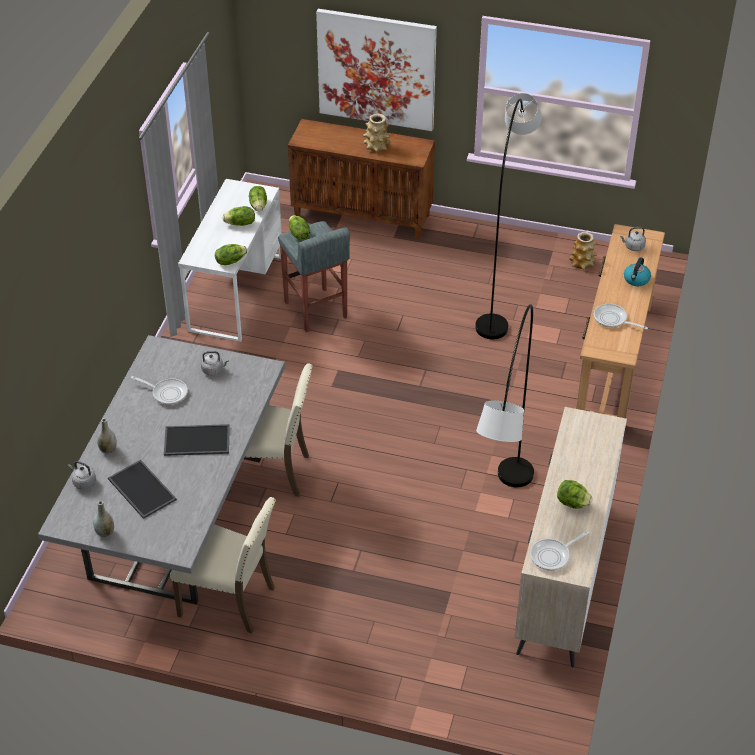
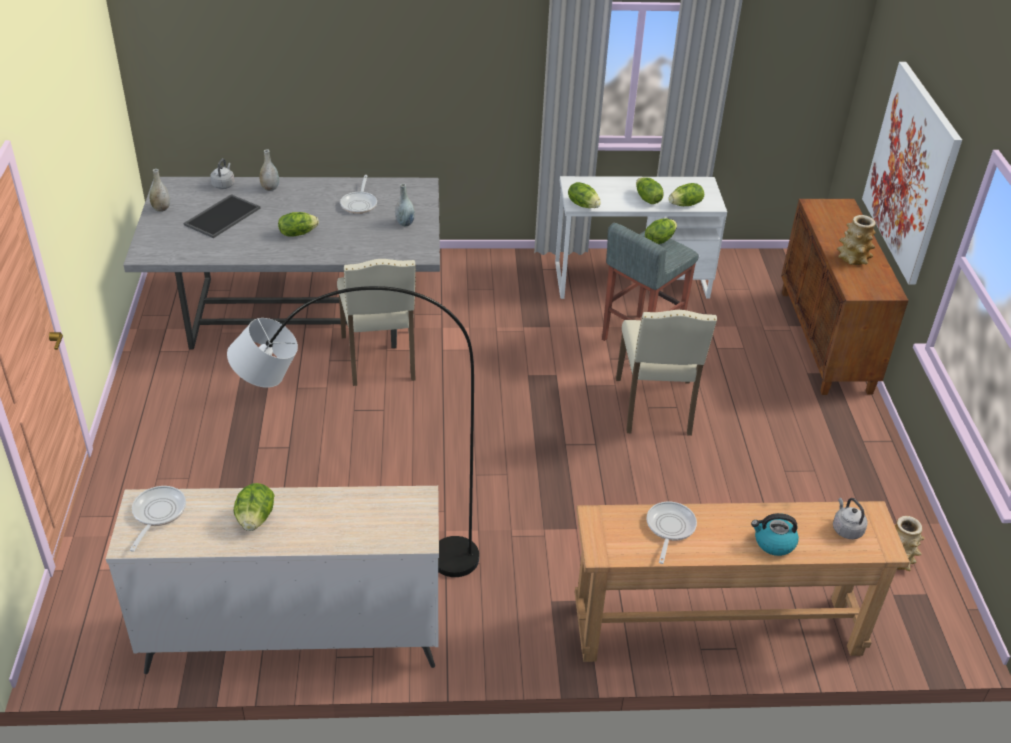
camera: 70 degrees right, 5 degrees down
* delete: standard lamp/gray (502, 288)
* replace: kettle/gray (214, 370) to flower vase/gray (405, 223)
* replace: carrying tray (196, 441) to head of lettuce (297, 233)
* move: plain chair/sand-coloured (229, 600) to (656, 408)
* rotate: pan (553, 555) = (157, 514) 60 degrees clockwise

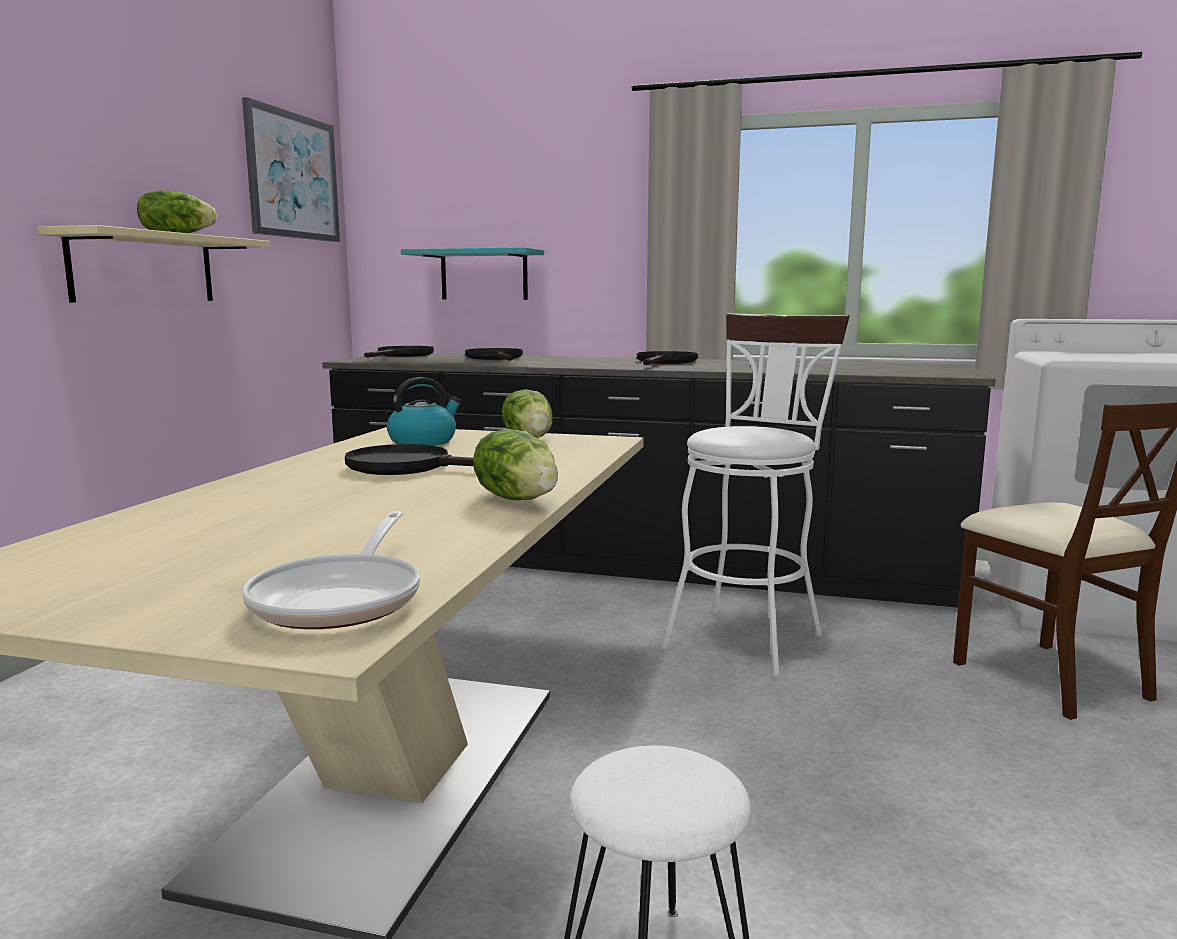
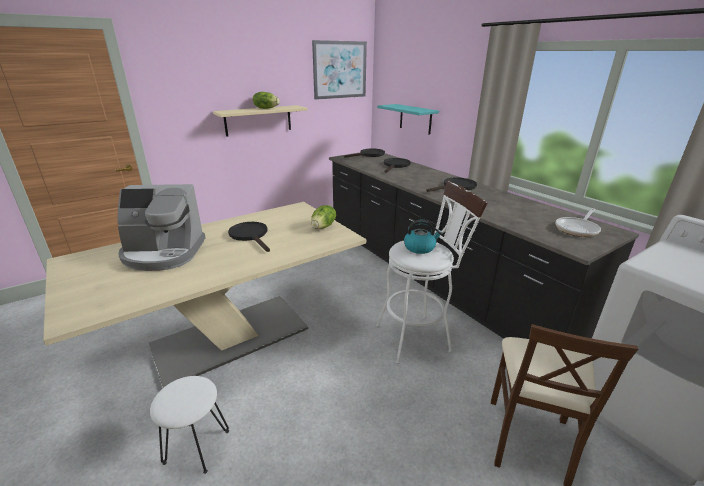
camera: 40 degrees right, 15 degrees up
* move: kettle (423, 441) to (420, 248)
* delete: head of lettuce (518, 498)
* move: pan (343, 598) to (578, 229)
* insert: coffee machine (163, 253)

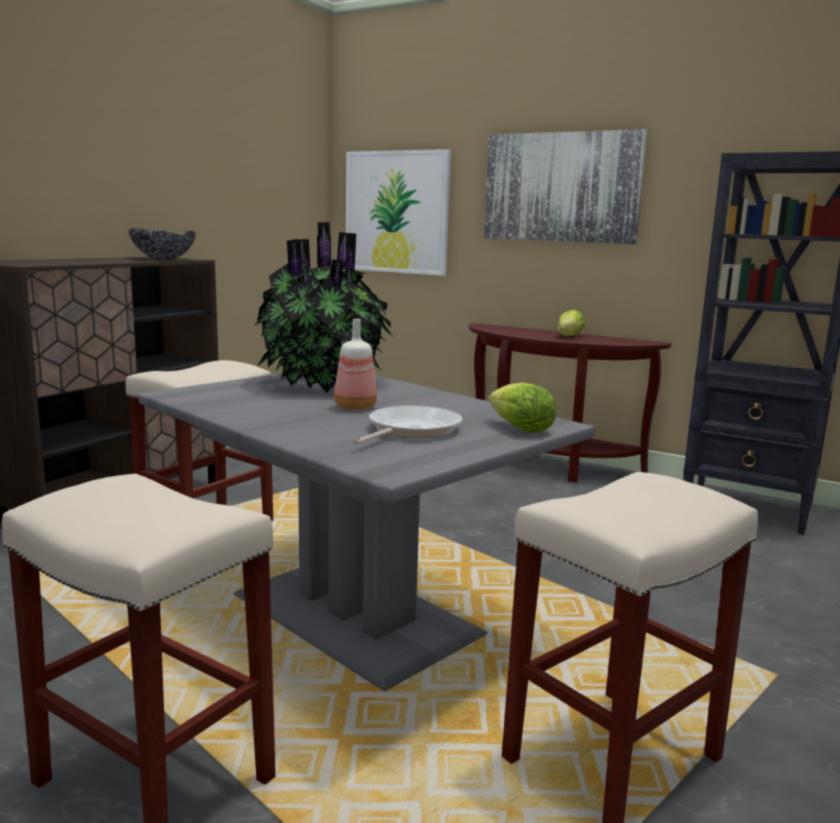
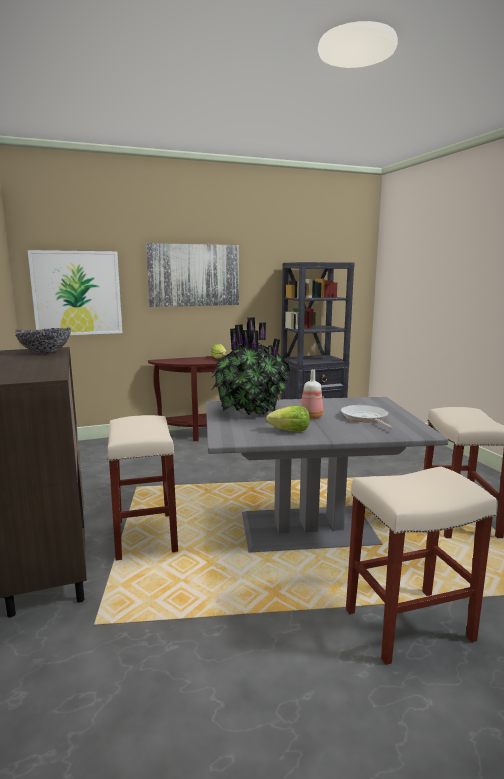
camera: 50 degrees left, 0 degrees up
* move: head of lettuce (520, 429) to (290, 431)

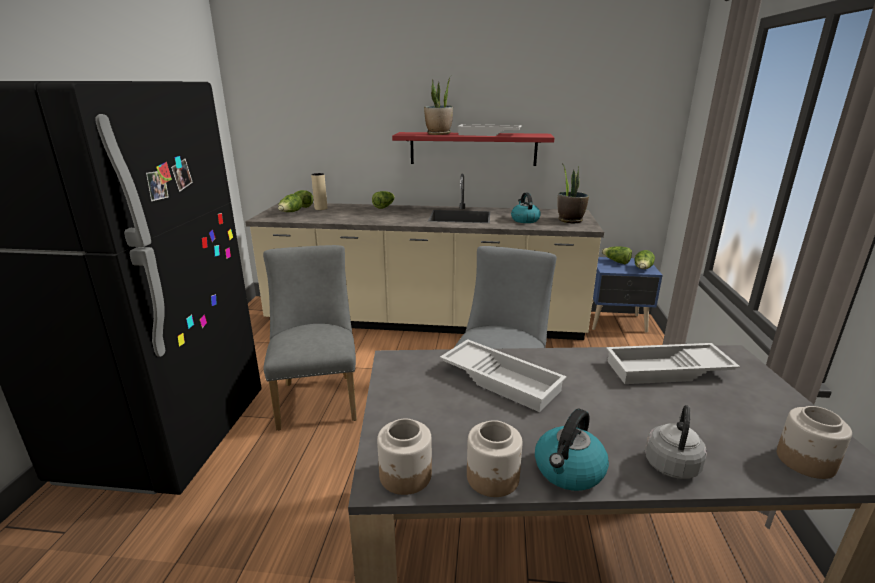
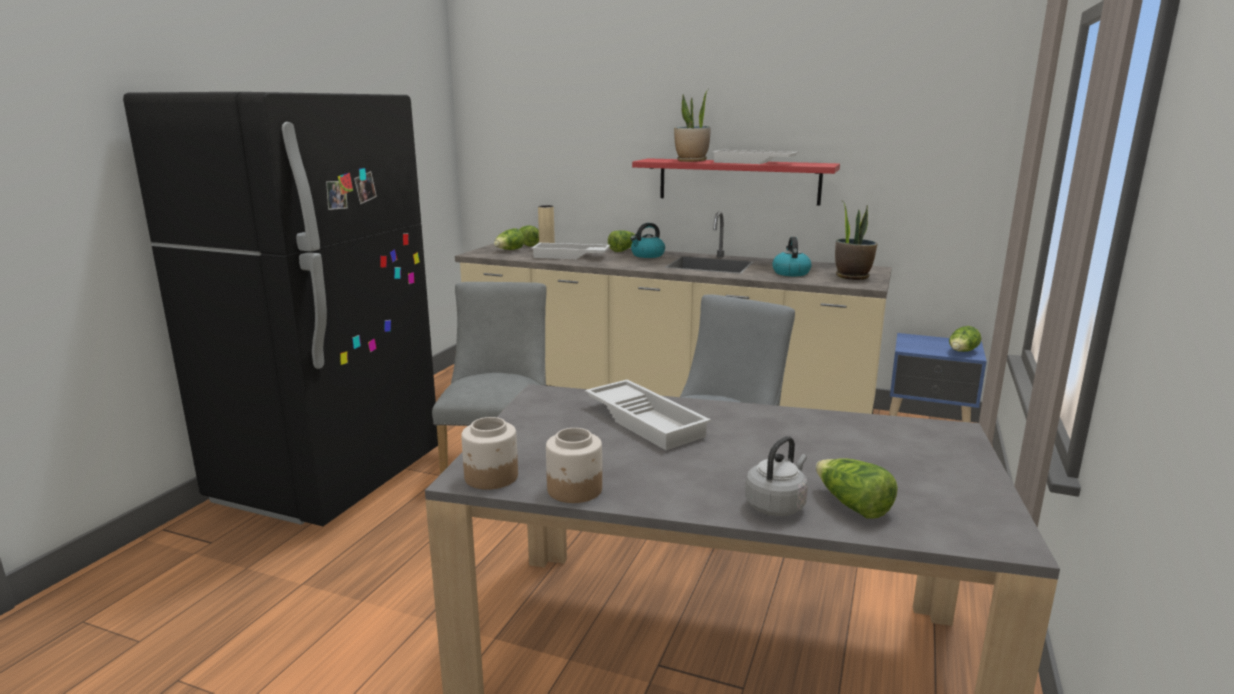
camera: 15 degrees right, 5 degrees down
* move: head of lettuce (616, 262) to (852, 505)
* move: carrying tray/white (667, 371) to (570, 256)
* delete: jar (805, 461)
* move: kettle (569, 471) to (647, 255)

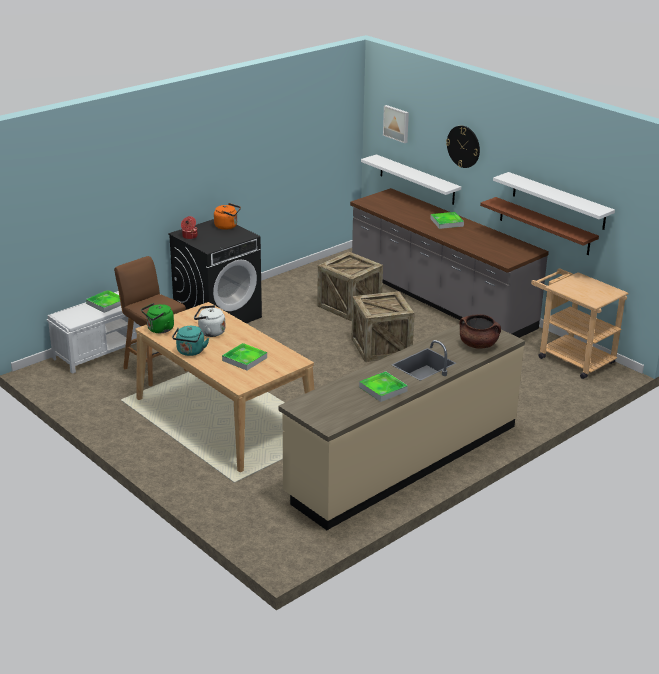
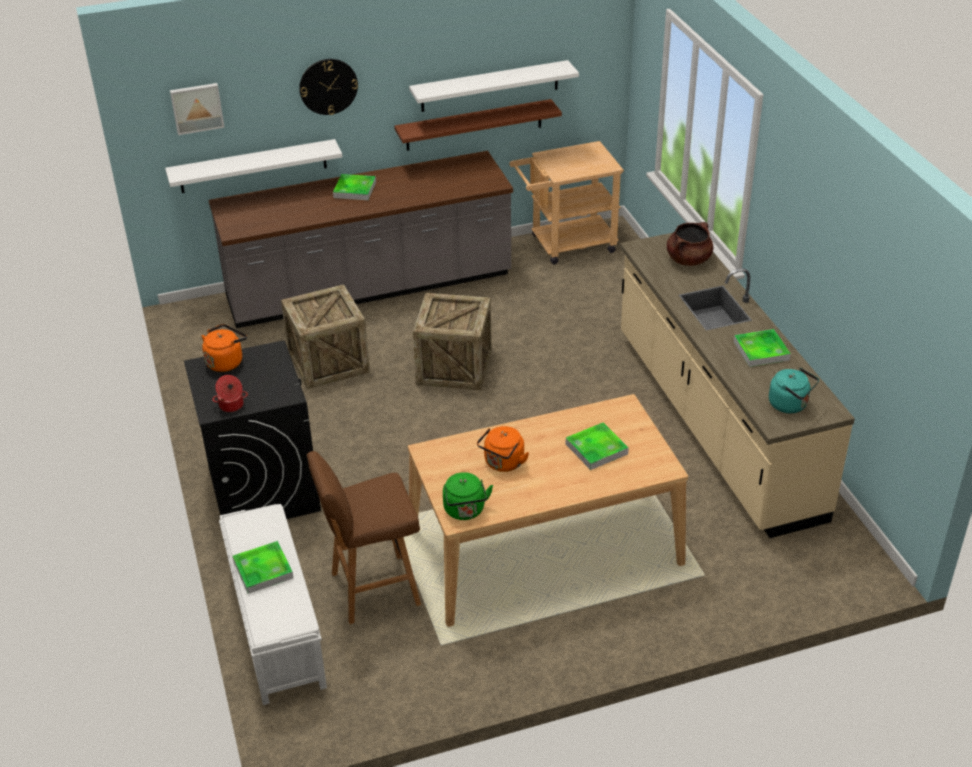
camera: 65 degrees left, 10 degrees up
* recolor: kettle/white (210, 332) to kettle/orangey (503, 463)
* move: kettle/turquoise (190, 352) to (790, 405)

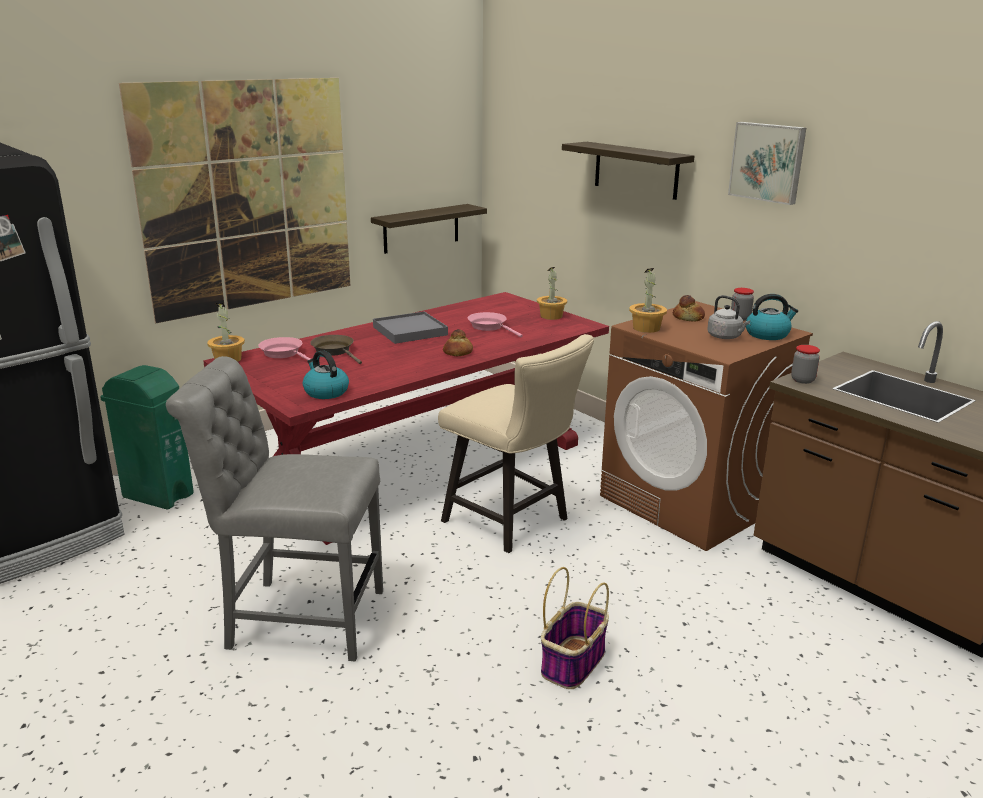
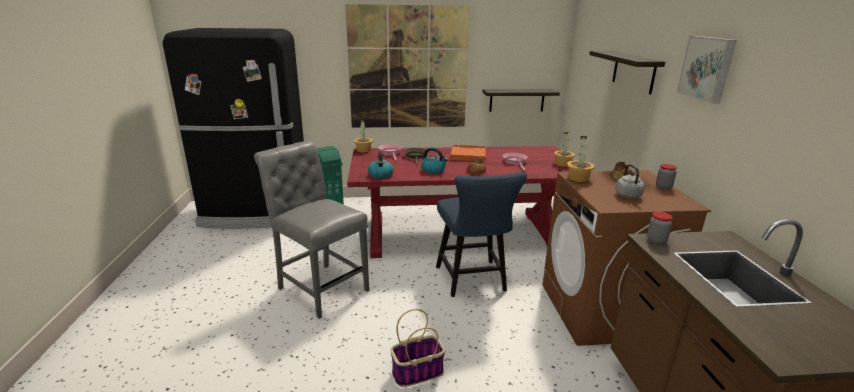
camera: 35 degrees right, 0 degrees up
* move: kettle (767, 334) to (433, 170)
* recolor: carrying tray/gray (410, 331) to carrying tray/orangey (468, 155)
* recolor: plain chair/sand-coloured (512, 523) to plain chair/blue-coloured (473, 281)

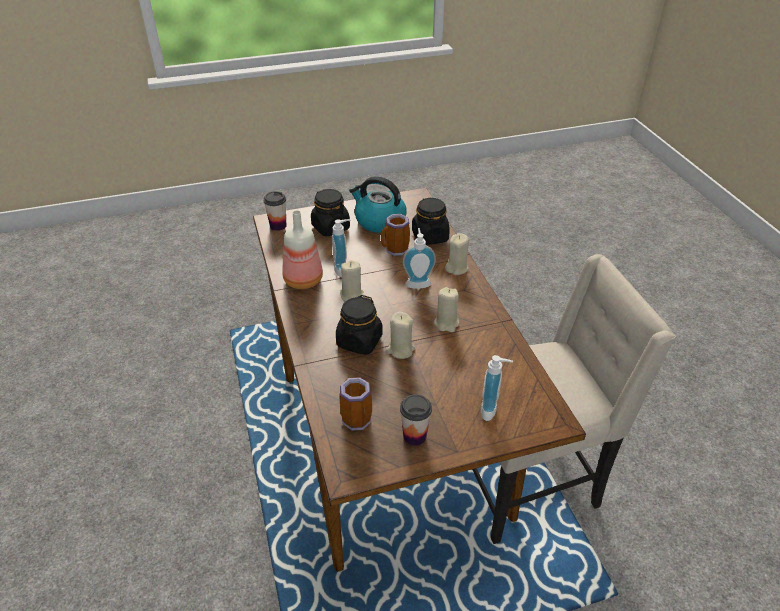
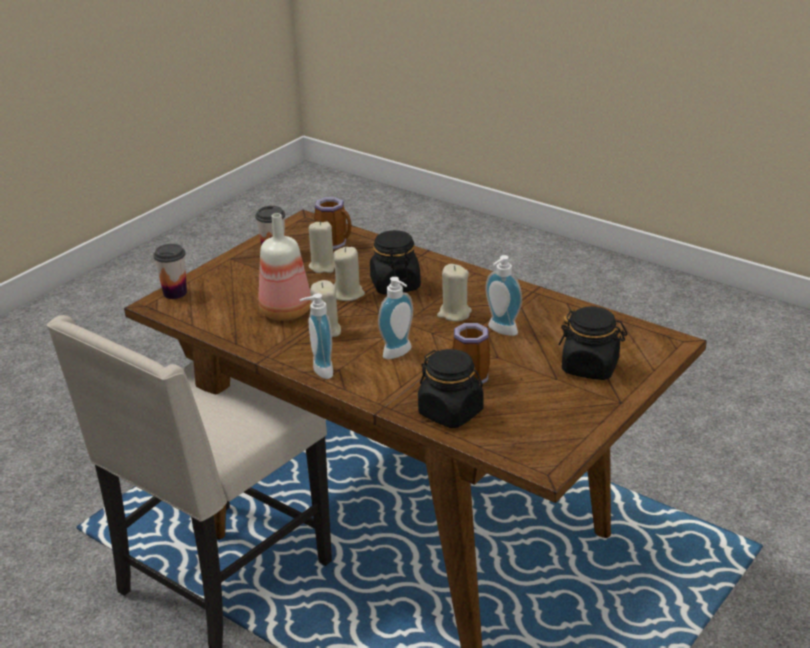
camera: 145 degrees right, 10 degrees down
* delete: kettle (379, 221)
* move: cup (278, 226) to (175, 293)
* move: drink bottle (302, 280) to (287, 311)
* move: wax light/sand-coloured (456, 268) to (323, 266)
* move: liquid soap bottle (492, 410) to (319, 371)

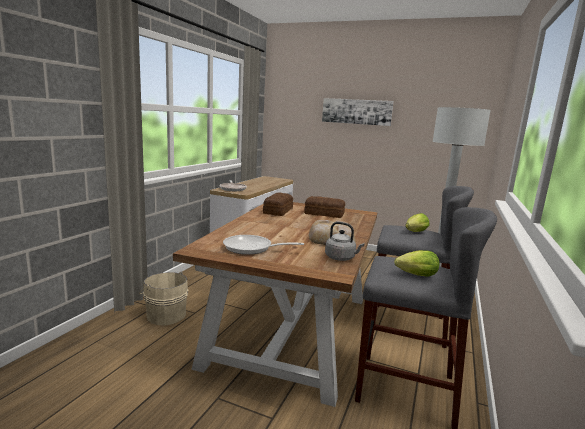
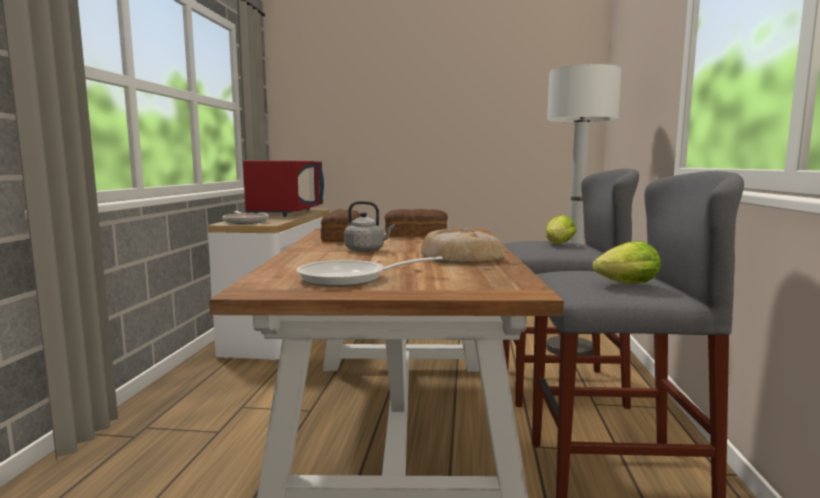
camera: 15 degrees left, 5 degrees down
* delete: wall art (356, 111)
* move: kettle/gray (341, 258) to (367, 250)
* delete: water bucket/sand-coloured (165, 315)
* insert: microwave oven/red-coloured (287, 212)

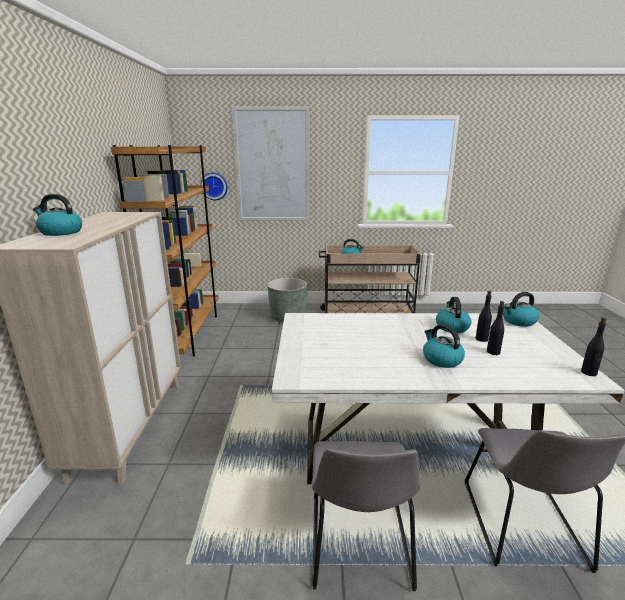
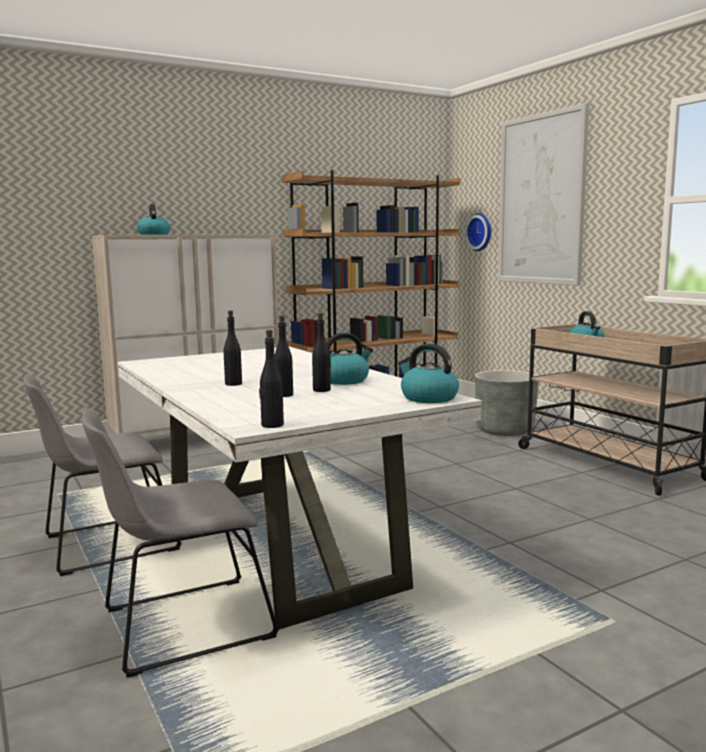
camera: 60 degrees right, 10 degrees down
* replace: kettle (441, 359) to drink bottle/black-coloured (233, 384)

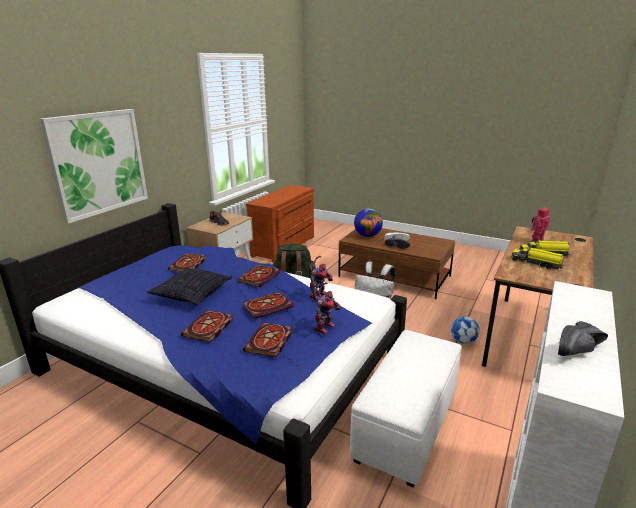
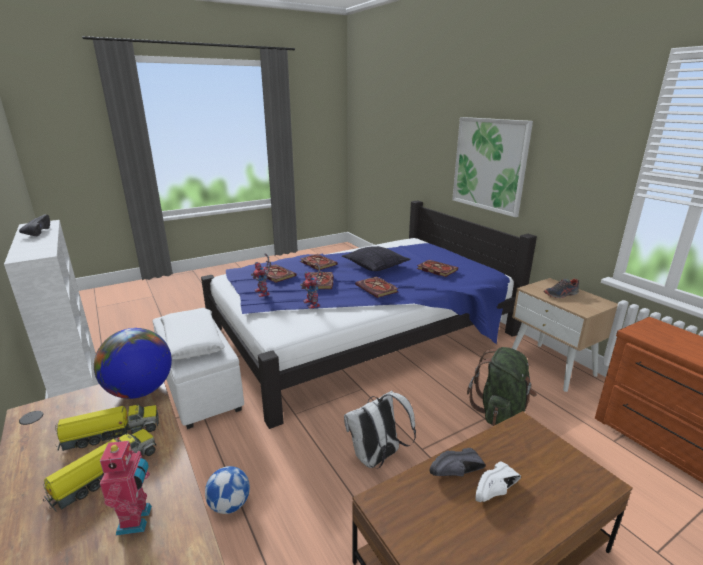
camera: 120 degrees right, 0 degrees up
* move: world globe (367, 236) to (140, 391)
* insert: throw pillow/white (192, 341)

